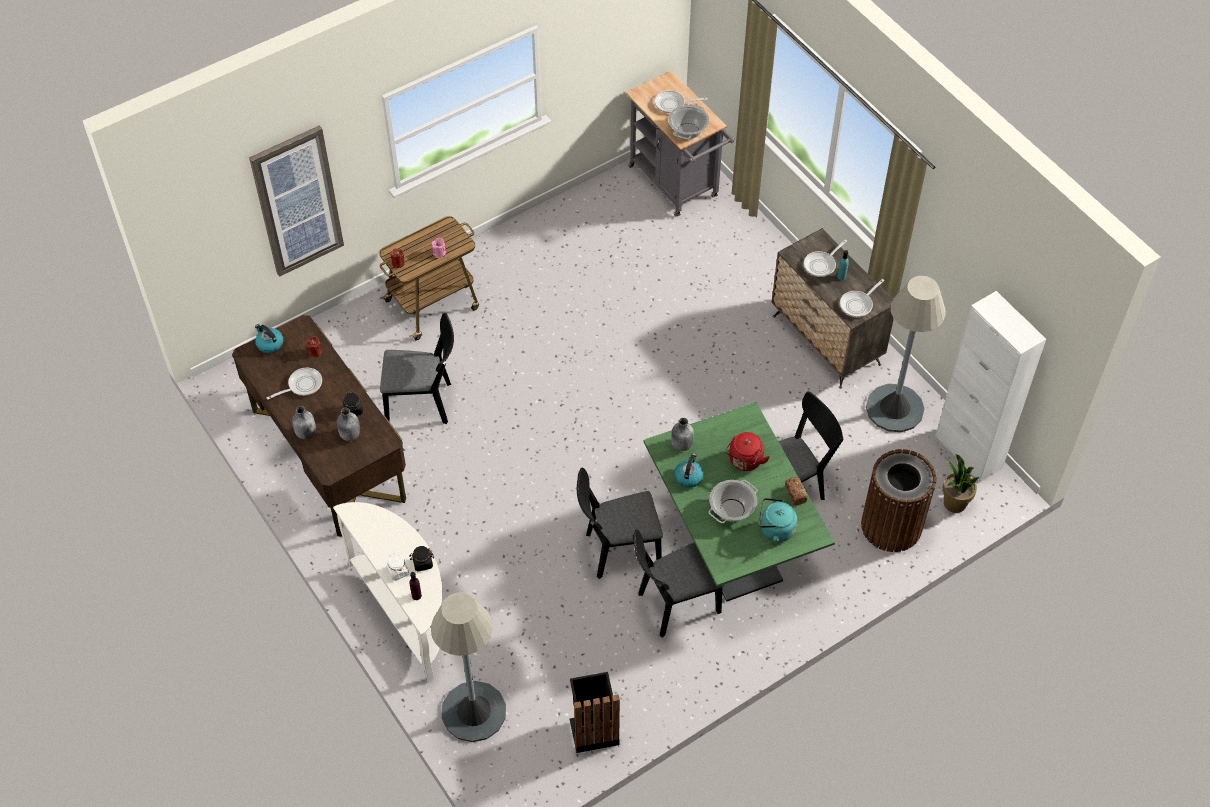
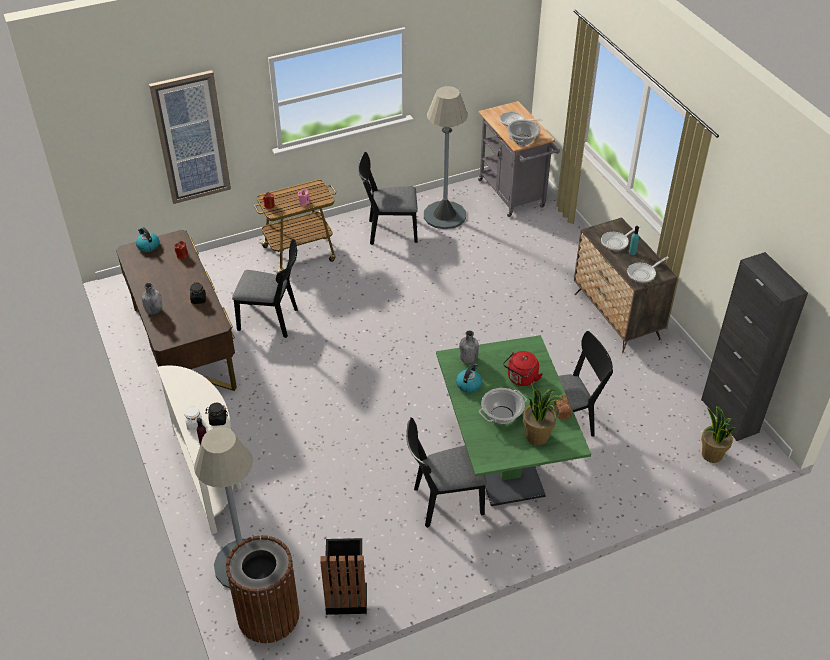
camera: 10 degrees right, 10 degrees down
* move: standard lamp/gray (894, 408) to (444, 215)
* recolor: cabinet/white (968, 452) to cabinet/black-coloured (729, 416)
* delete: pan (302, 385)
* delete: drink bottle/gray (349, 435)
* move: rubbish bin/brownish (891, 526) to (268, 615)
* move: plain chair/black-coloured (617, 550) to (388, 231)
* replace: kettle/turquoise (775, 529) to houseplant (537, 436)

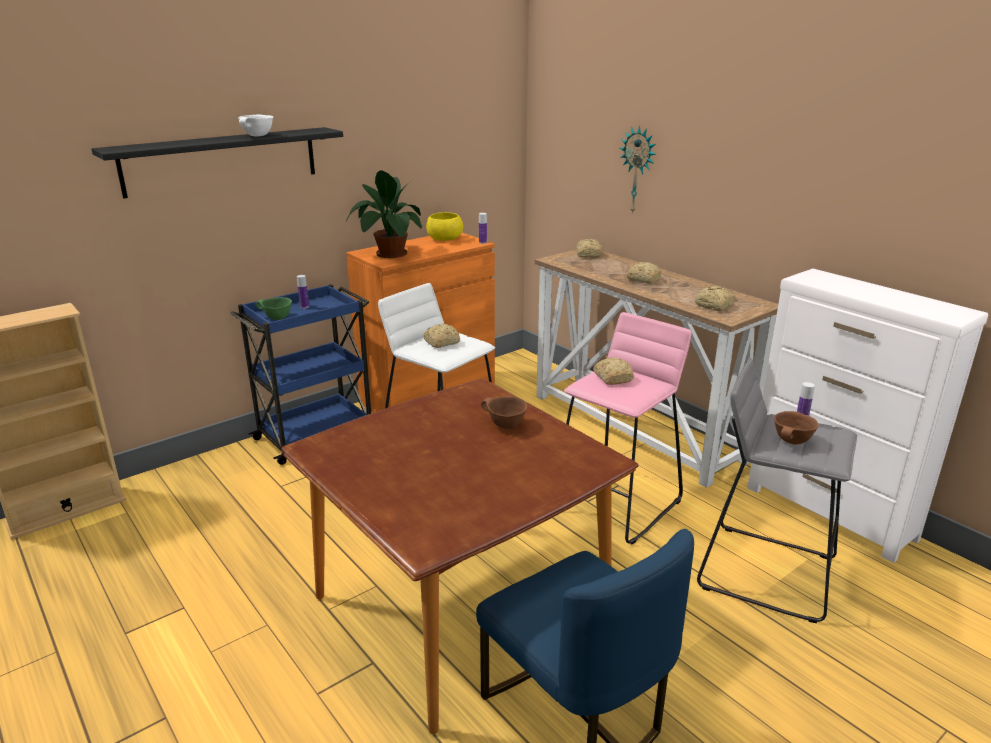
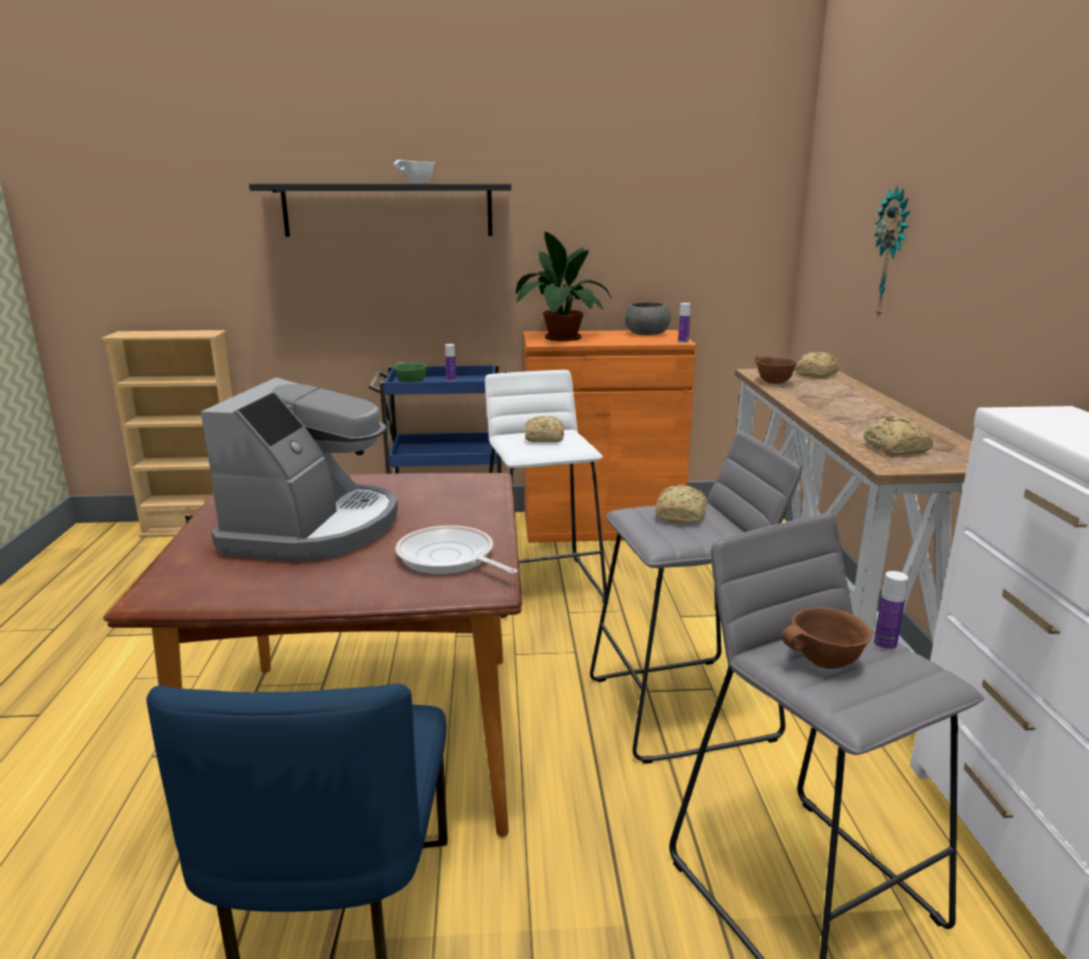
camera: 35 degrees right, 5 degrees down
* recolor: deep dish/yellow (444, 239) to deep dish/gray (646, 334)
* delete: bakery bread (643, 279)
* recolor: stool/pink-coloured (617, 503) to stool/gray (683, 708)
* move: deep dish/brownish (505, 425) to (773, 383)
* insert: coffee machine (314, 528)
* insert: pan (449, 558)

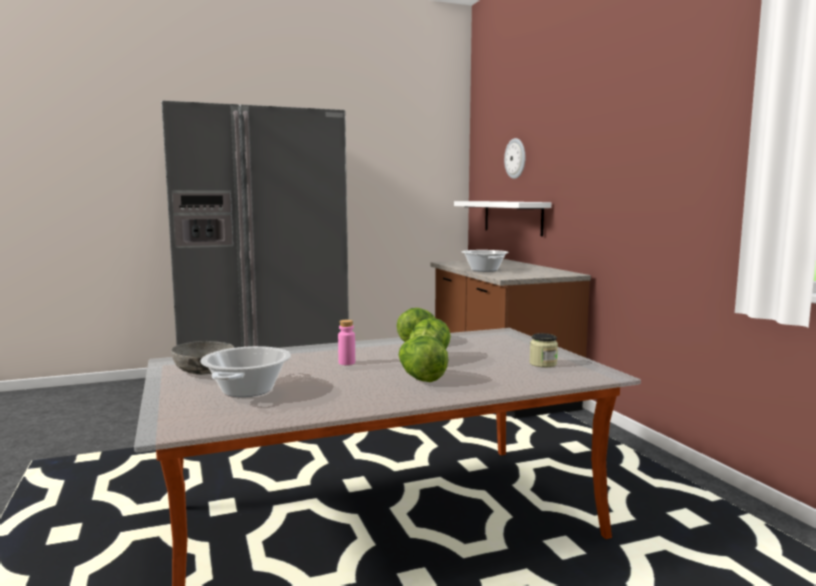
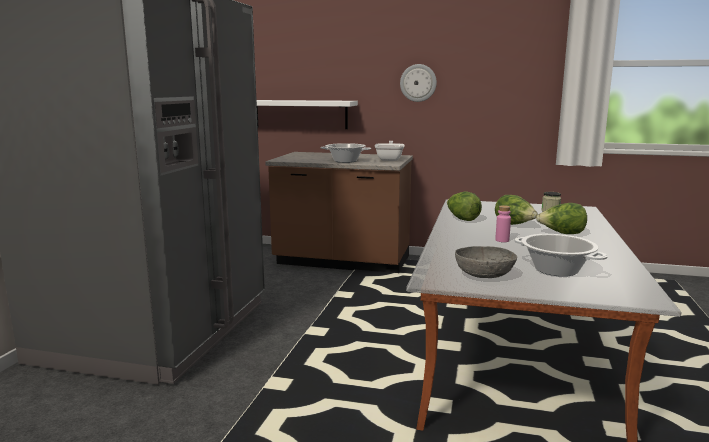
camera: 55 degrees left, 5 degrees up
* move: clock on the wall (516, 158) to (418, 83)
* insert: pan (390, 159)

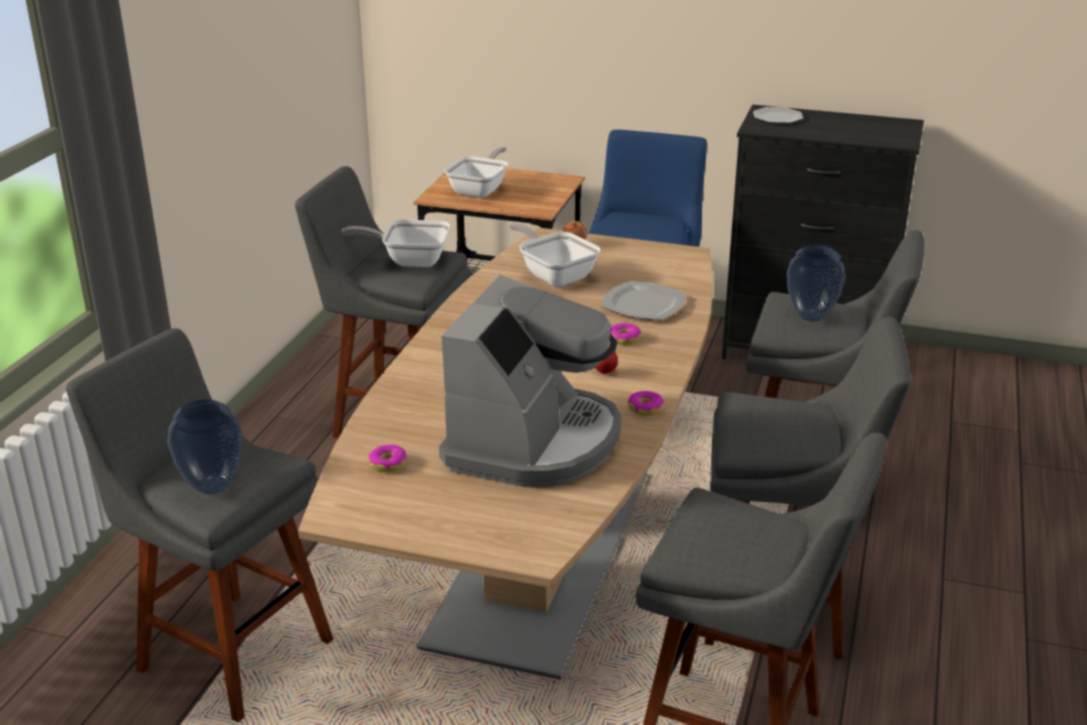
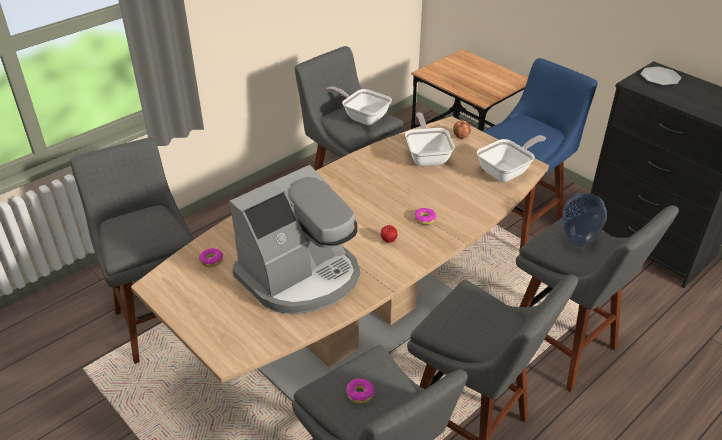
camera: 30 degrees right, 10 degrees up
* move: pan (480, 190) to (507, 172)
* delete: flat dish (643, 304)
* move: donut (645, 408) to (360, 394)
* delete: flower vase (211, 486)

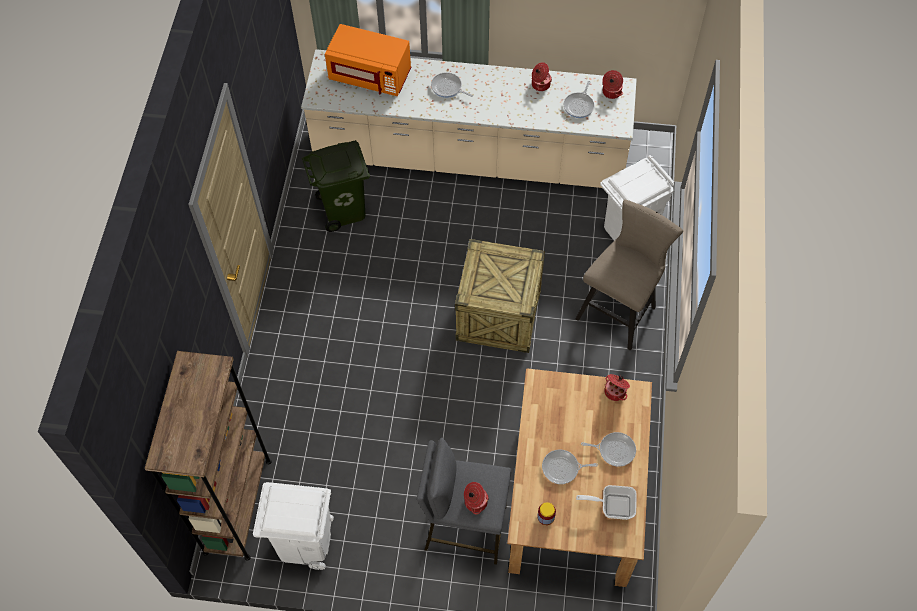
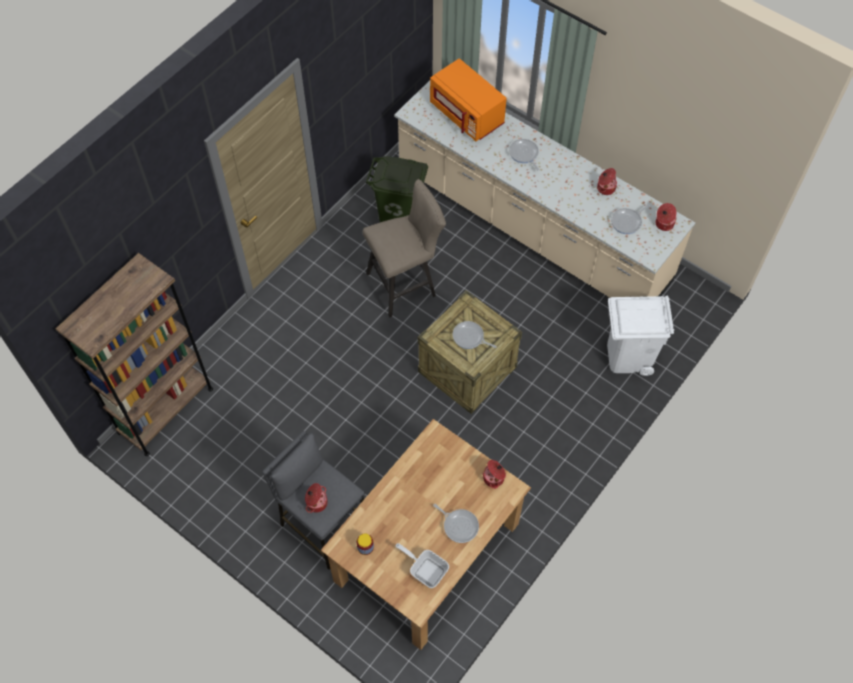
camera: 30 degrees right, 0 degrees up
* move: stool/sand-coloured (620, 310) to (406, 284)
* move: pan (562, 468) to (469, 337)
* delete: rubbish bin/white (305, 542)

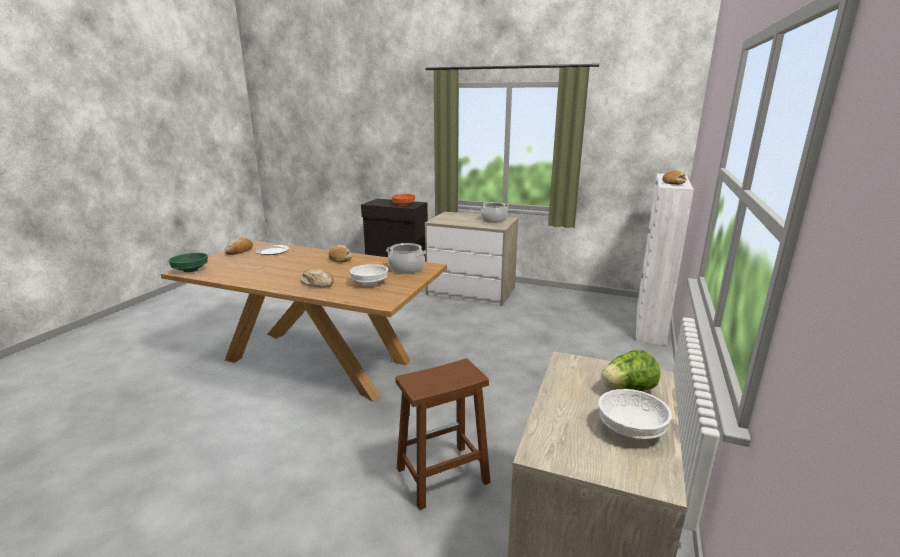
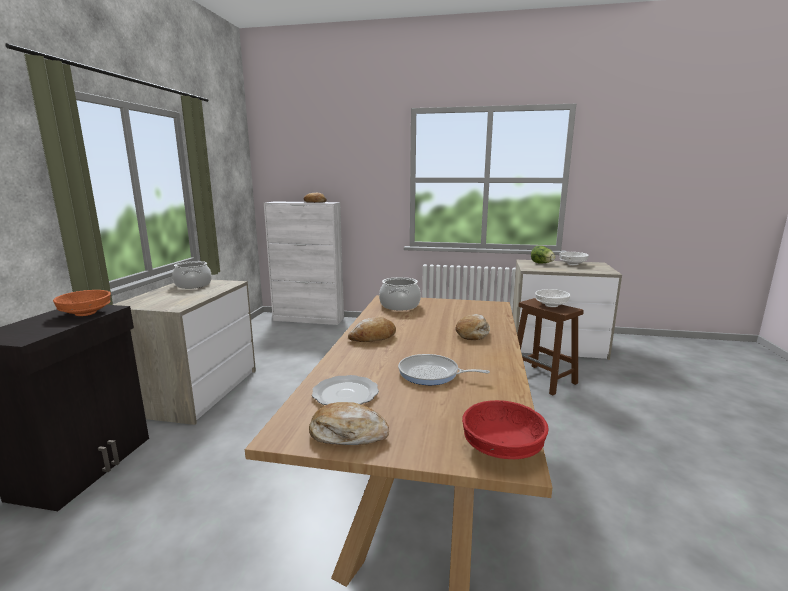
camera: 100 degrees left, 5 degrees down
* recolor: deep dish/green (191, 270) to deep dish/red-coloured (501, 448)
* move: deep dish/white (370, 283) to (551, 305)
* insert: pan (432, 374)

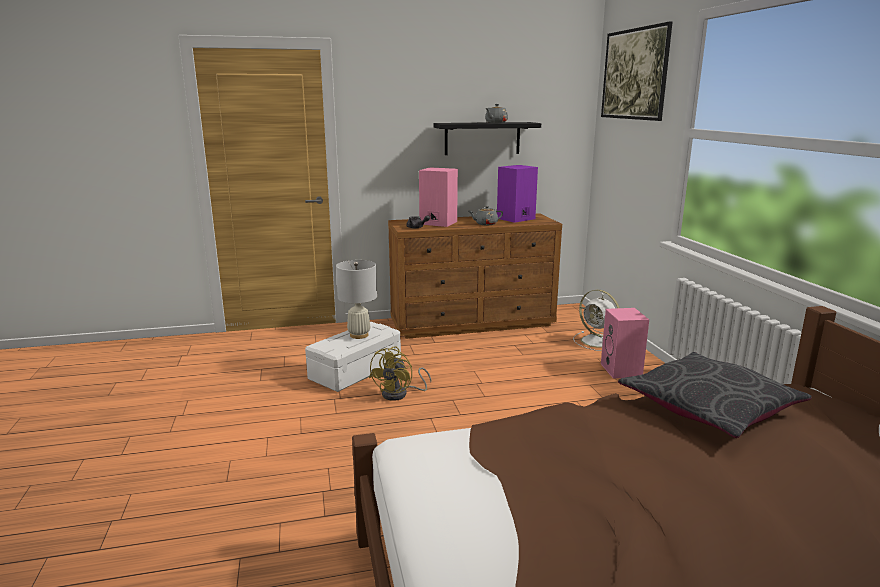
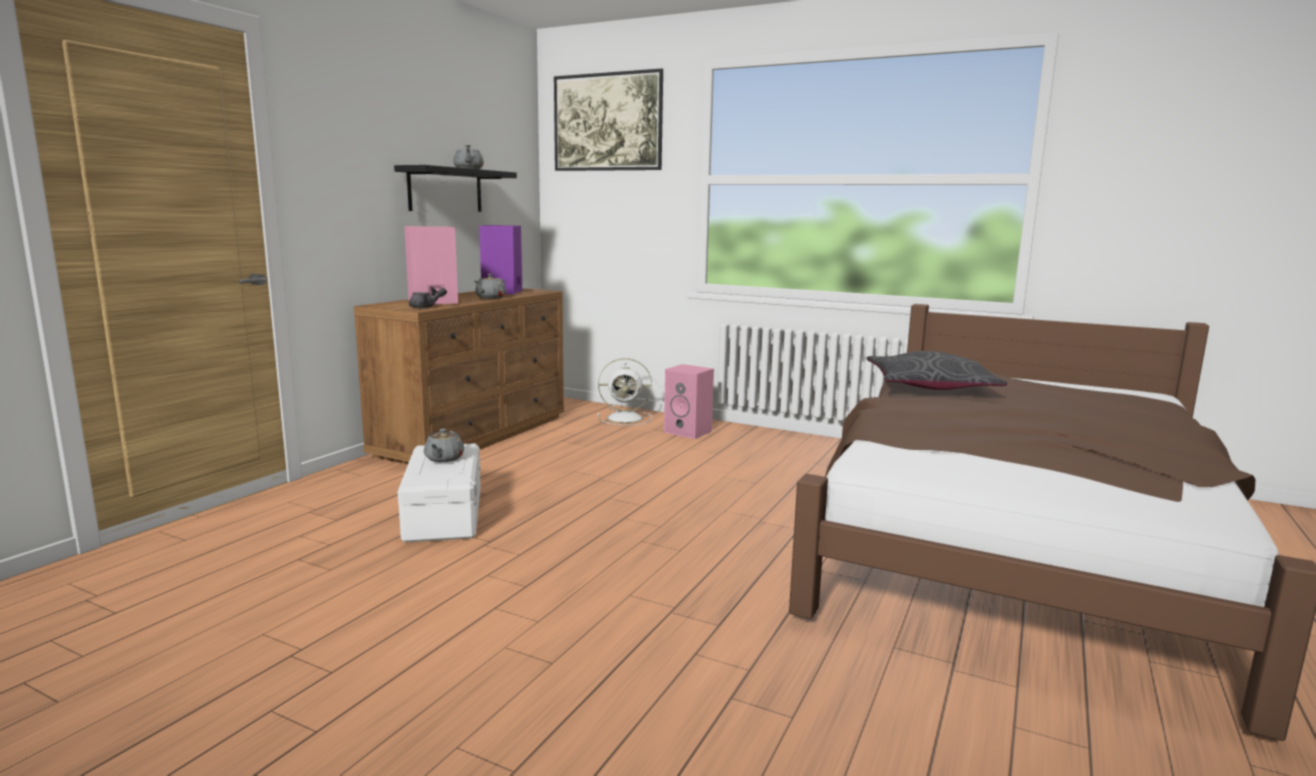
camera: 50 degrees left, 5 degrees down
* replace: lamp for a table/white (359, 335) to tea pot/gray (444, 459)
* delete: cooling fan/yellow (400, 394)

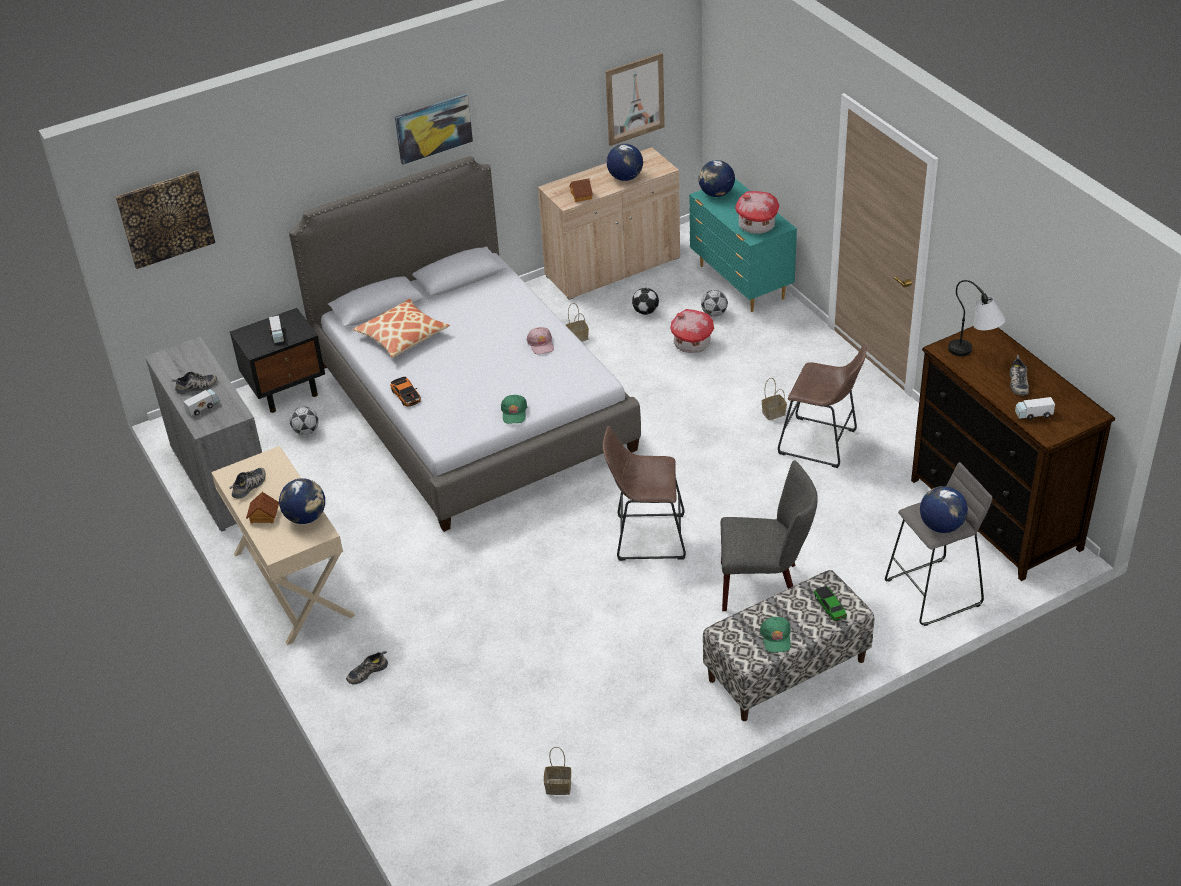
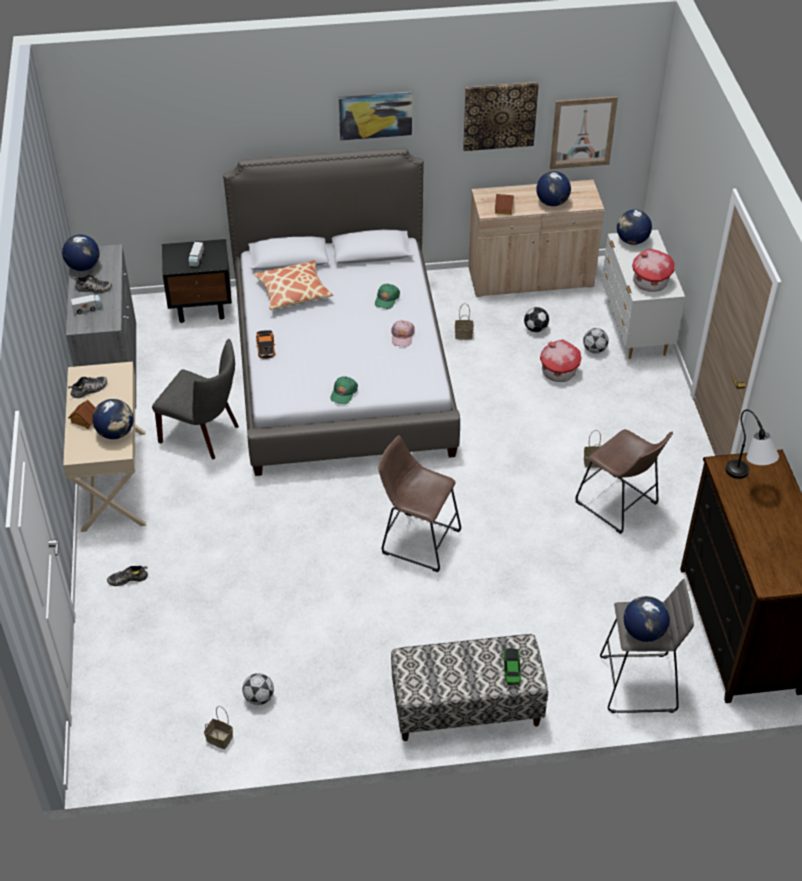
camera: 20 degrees right, 5 degrees up
* move: wall art (165, 219) to (499, 115)
* recolor: chest of drawers/turquoise (741, 283) to chest of drawers/white (635, 328)
* delete: item of footwear (1017, 382)
* delete: model truck (1033, 414)
* move: football ball (306, 431) to (259, 698)
* move: plain chair/gray (765, 585) to (204, 434)
* move: baseball cap/green (776, 637) to (386, 299)
* insert: world globe (83, 266)

